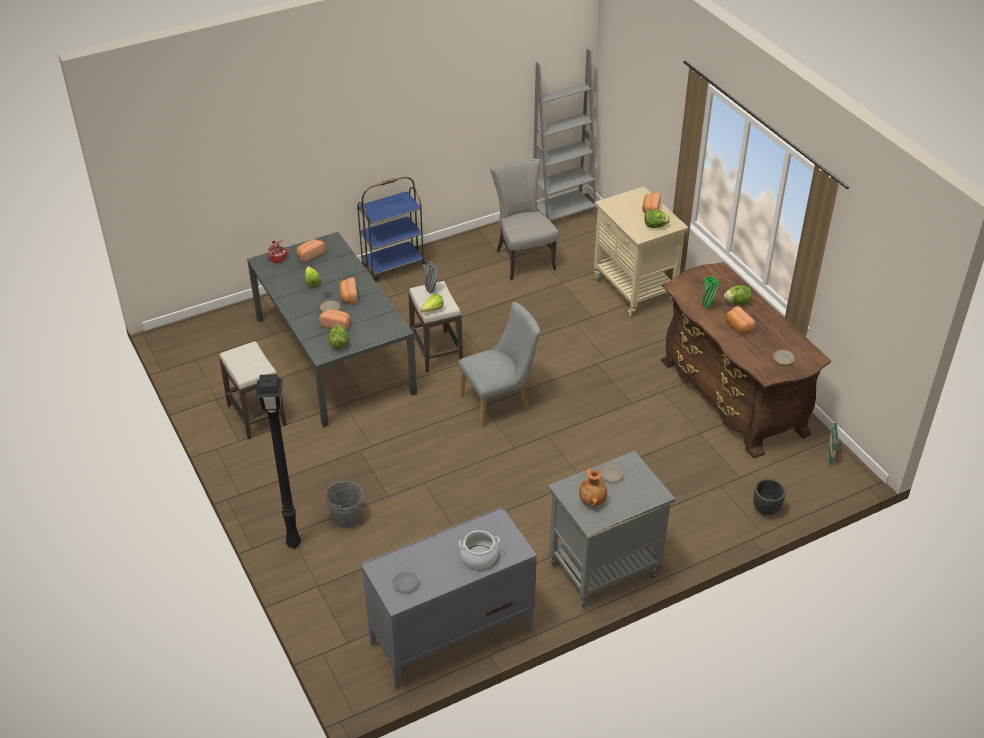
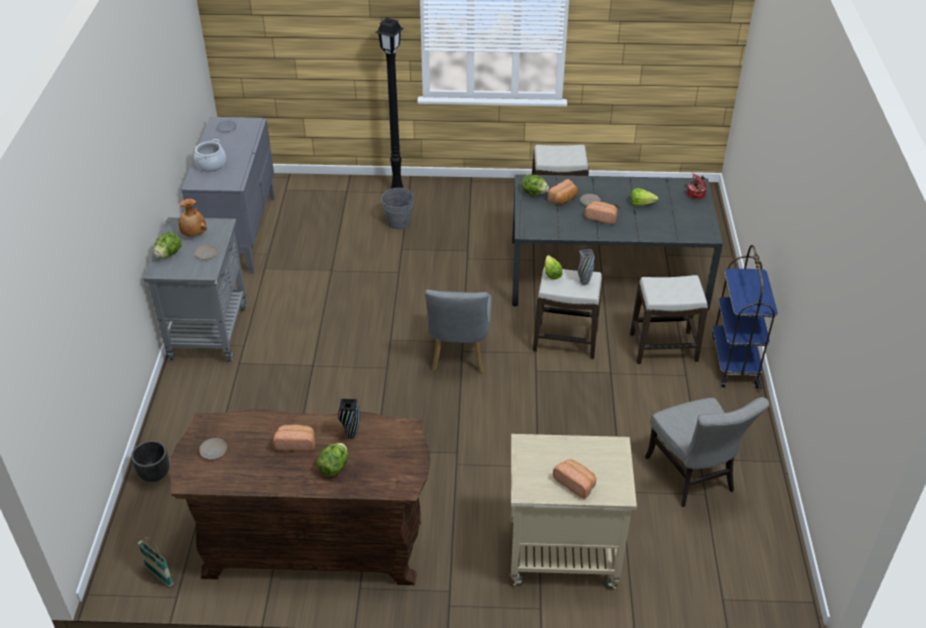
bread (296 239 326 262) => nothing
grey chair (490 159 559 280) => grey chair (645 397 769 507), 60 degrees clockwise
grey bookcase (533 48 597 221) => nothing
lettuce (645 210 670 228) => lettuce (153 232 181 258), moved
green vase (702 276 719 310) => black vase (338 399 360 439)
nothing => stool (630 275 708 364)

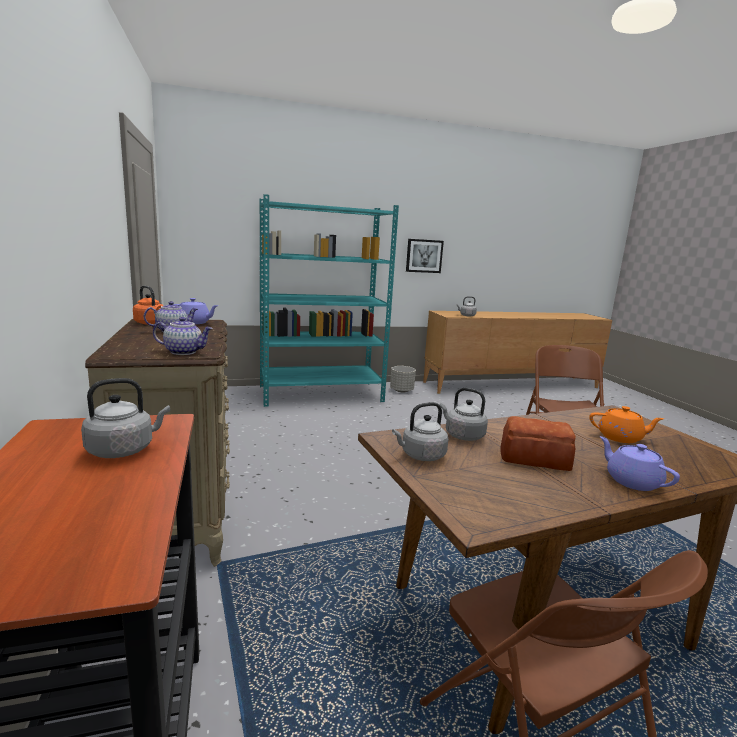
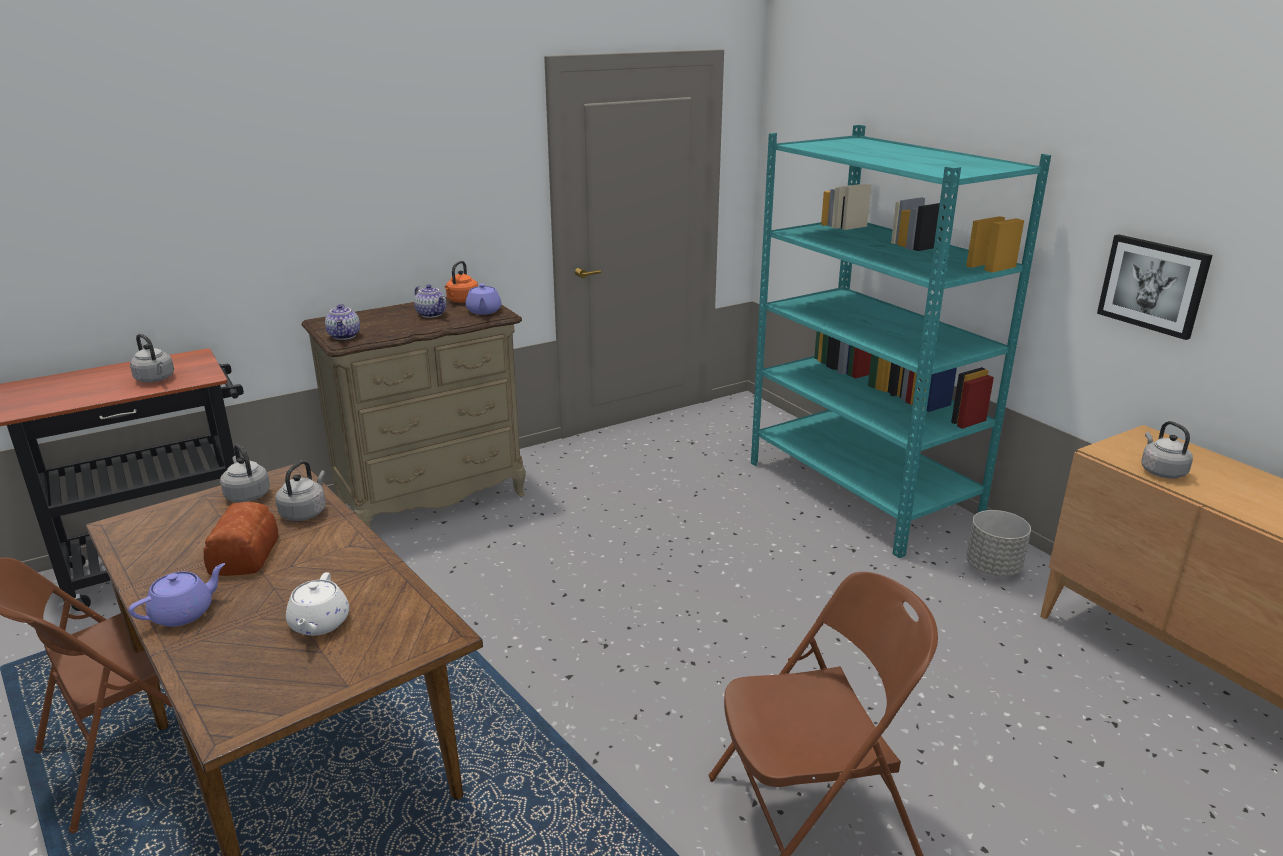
orange teapot (589 406 664 443) => white teapot (286 572 349 636)

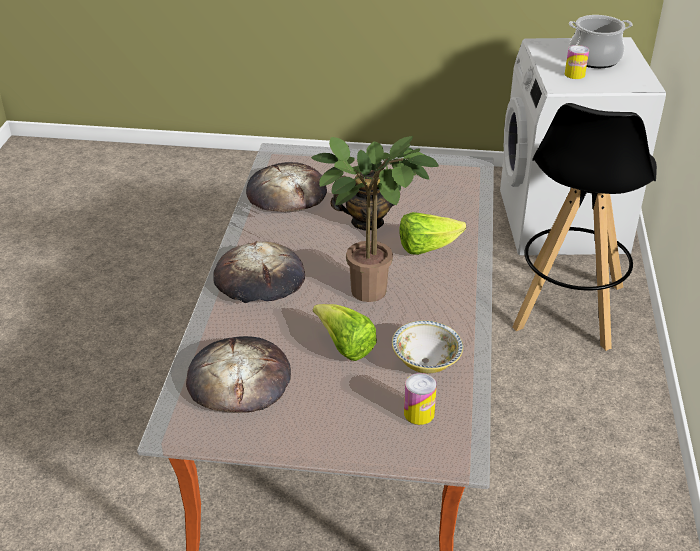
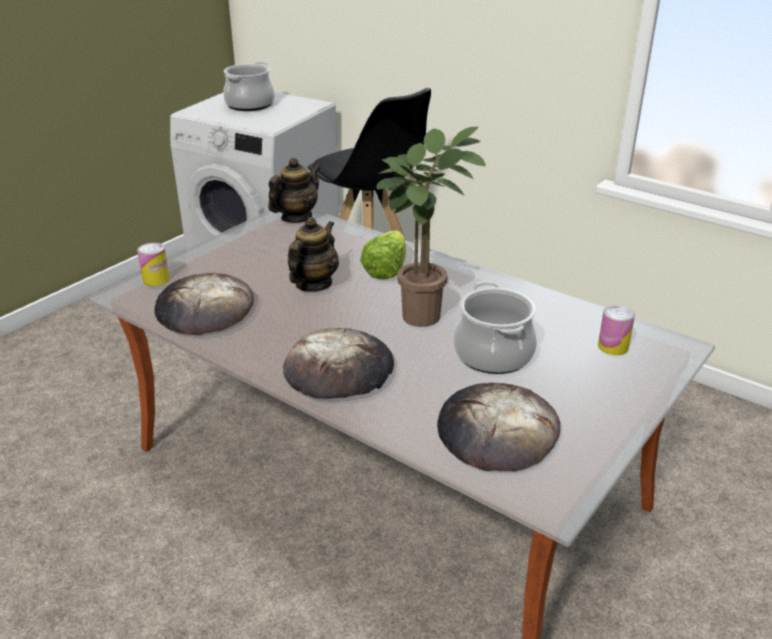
lettuce (313 304 377 361) => cooking pot (453 281 537 374)
bowl (392 320 463 373) => nothing
can (565 45 589 79) => can (137 243 170 286), moved
nothing => teapot (268 158 320 223)

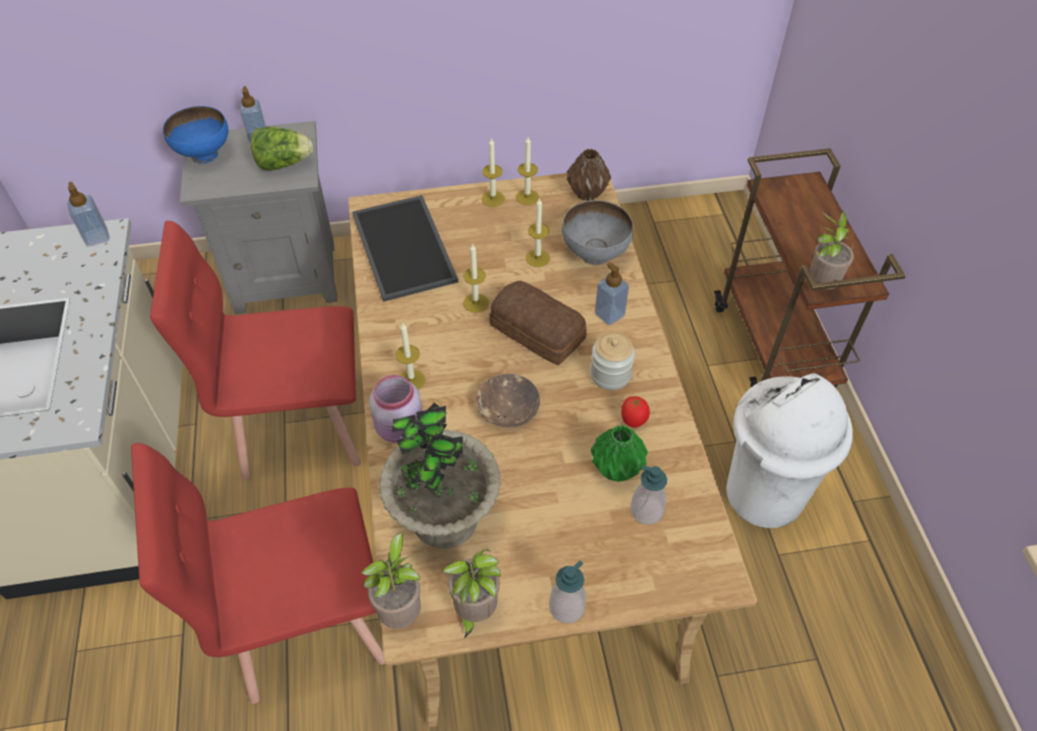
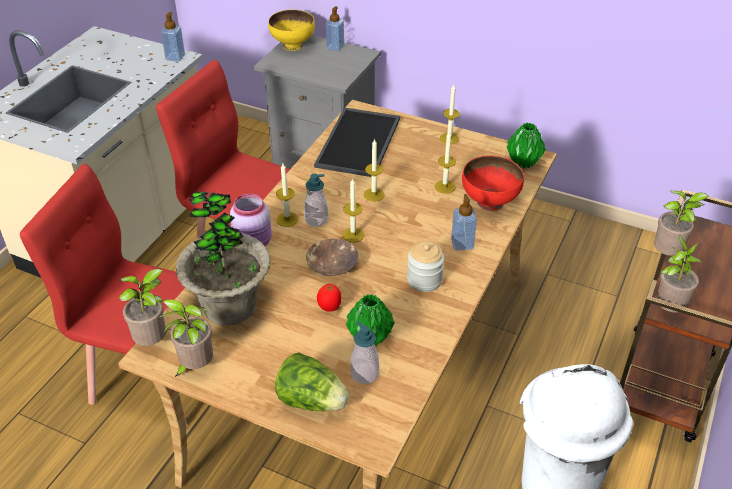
blue bowl (163 106 228 164) => yellow bowl (268 10 315 51)
lettuce (251 127 313 170) => lettuce (275 352 349 411), moved
bread (490 281 586 366) => nothing
candle (516 137 539 205) => candle (342 178 364 243), moved
soap dispenser (549 561 586 624) => soap dispenser (304 173 328 227), moved
grey bowl (562 200 633 265) => red bowl (462 156 524 211)
brown vase (567 149 611 201) => green vase (507 123 546 168)
tomato (621 396 650 428) => tomato (317 284 342 312), moved
nothing => potted plant (654 191 709 256)

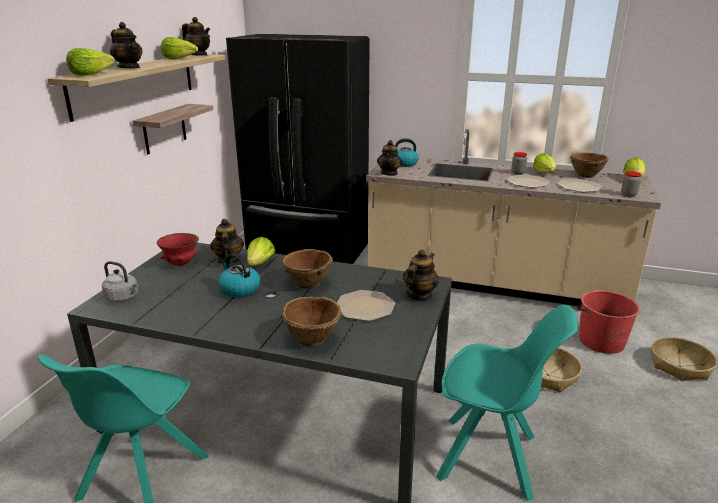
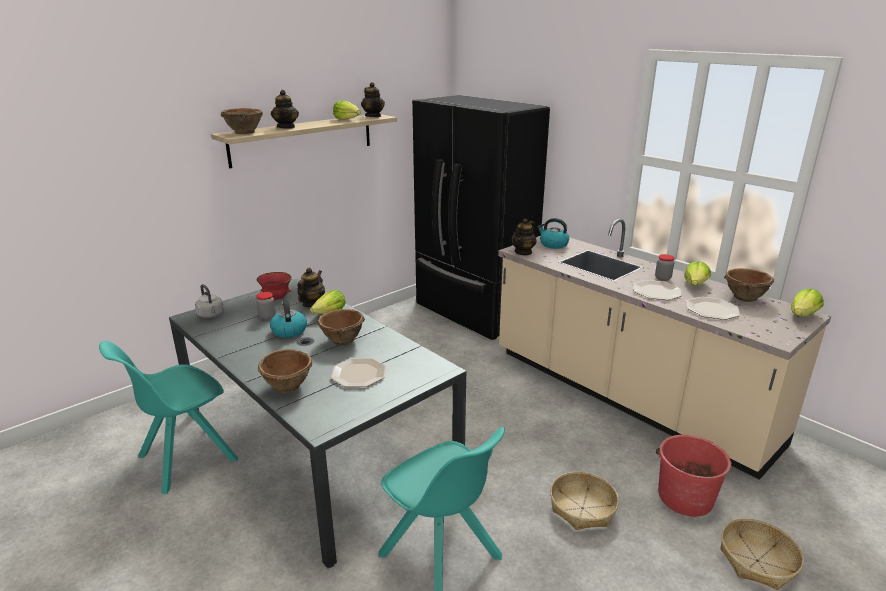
lettuce (66 48 115 76) => brown bowl (221 108 263 134)
shelf (132 104 214 154) => nothing
teapot (403 250 439 300) => nothing
jar (621 171 642 197) => jar (256 292 276 320), moved

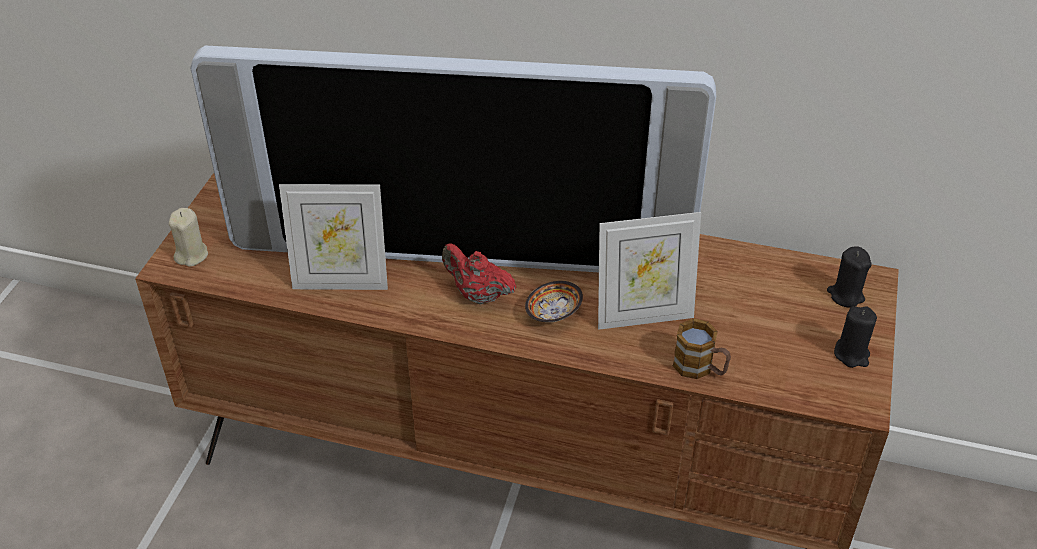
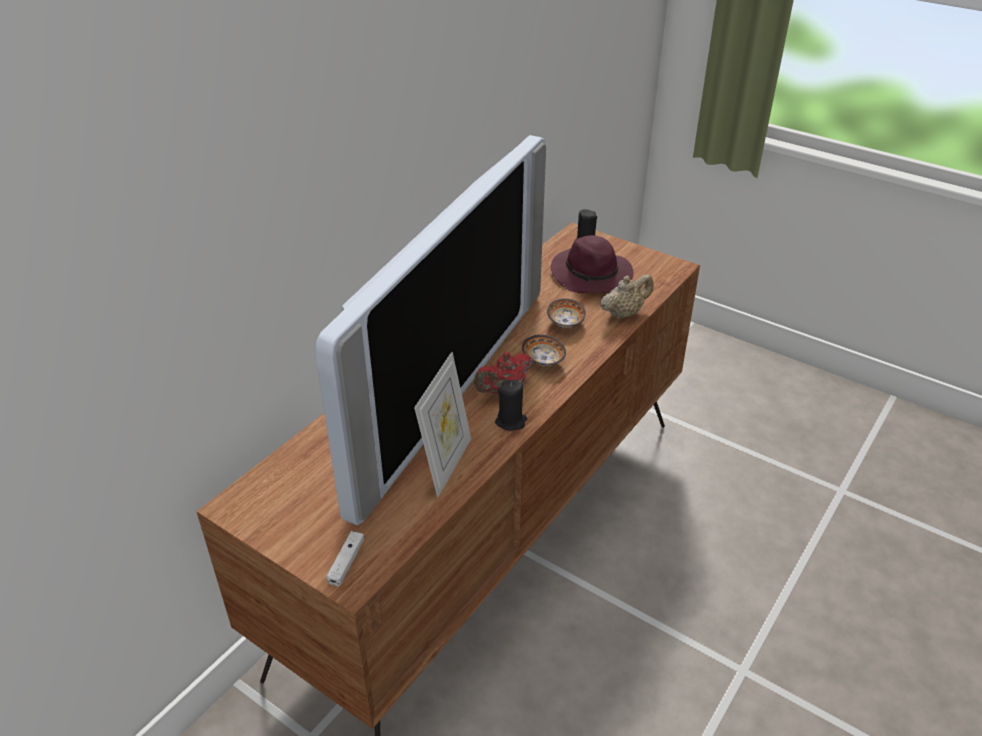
beige candle (169 208 208 267) => white game controller (326 531 365 586)
picture frame (598 212 701 330) => bowl (547 299 586 327)
mug (673 318 731 379) => beige teapot (600 274 654 319)
black candle (834 306 877 368) => black candle (495 380 527 431), moved
nothing => purple hat (551 235 634 293)

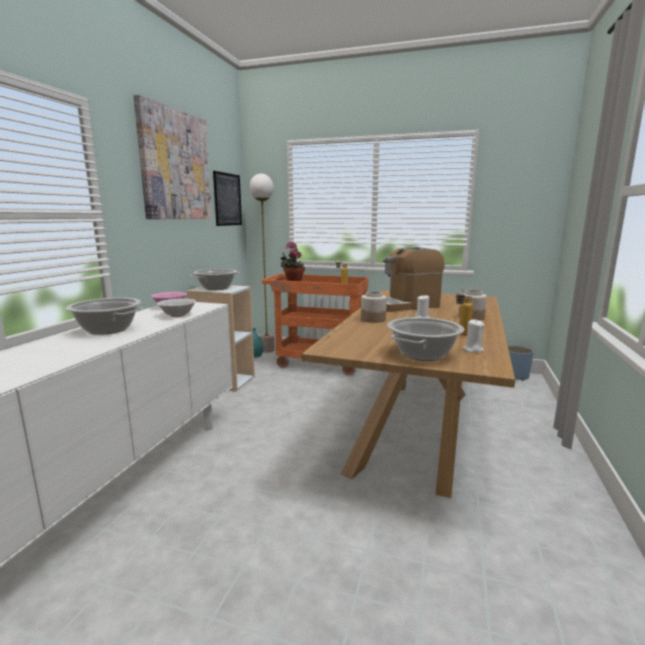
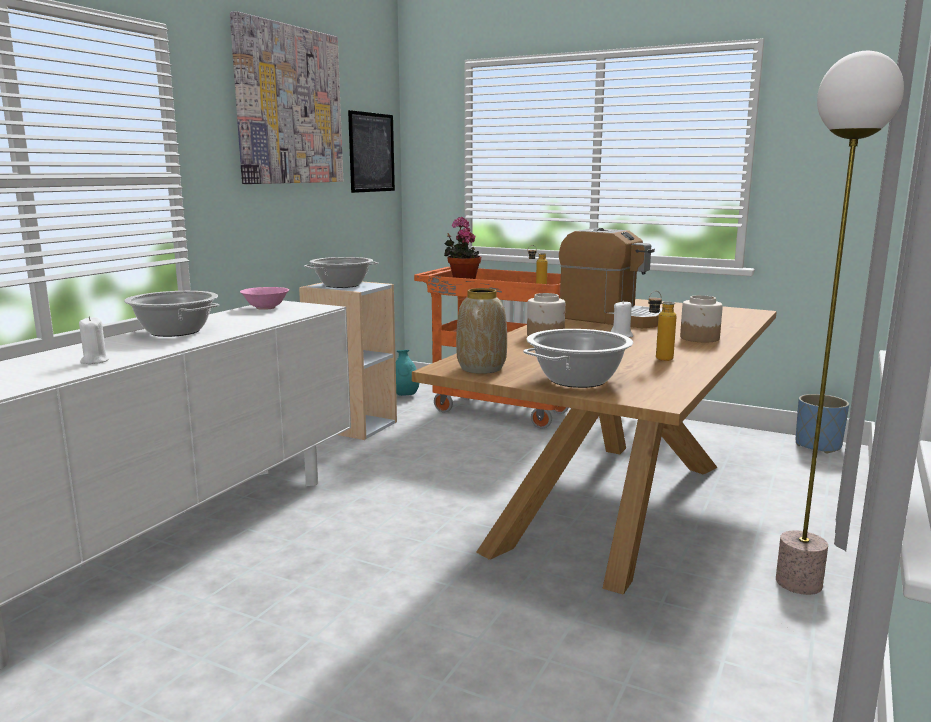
white bowl (157 299 196 317) => nothing
floor lamp (249 174 275 353) => floor lamp (776 51 904 595), moved
coffee machine (383 247 445 312) => coffee machine (559 228 662 328), 135 degrees counterclockwise
white candle (462 319 485 353) => white candle (79 316 109 364), moved
nothing => vase (456 288 507 374)

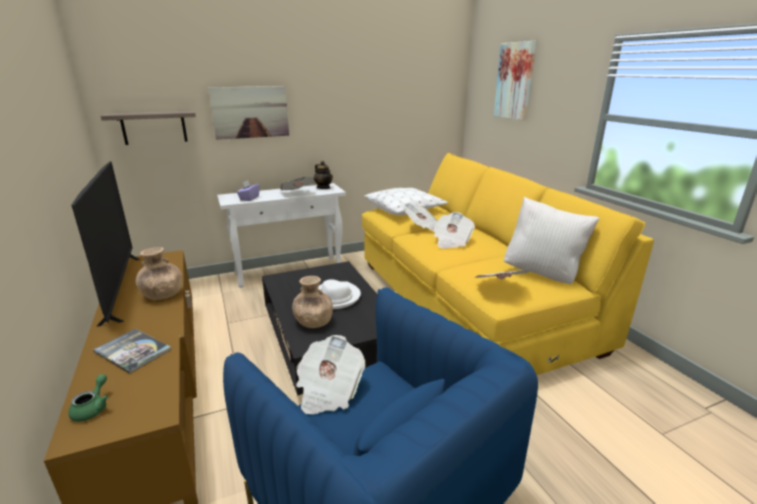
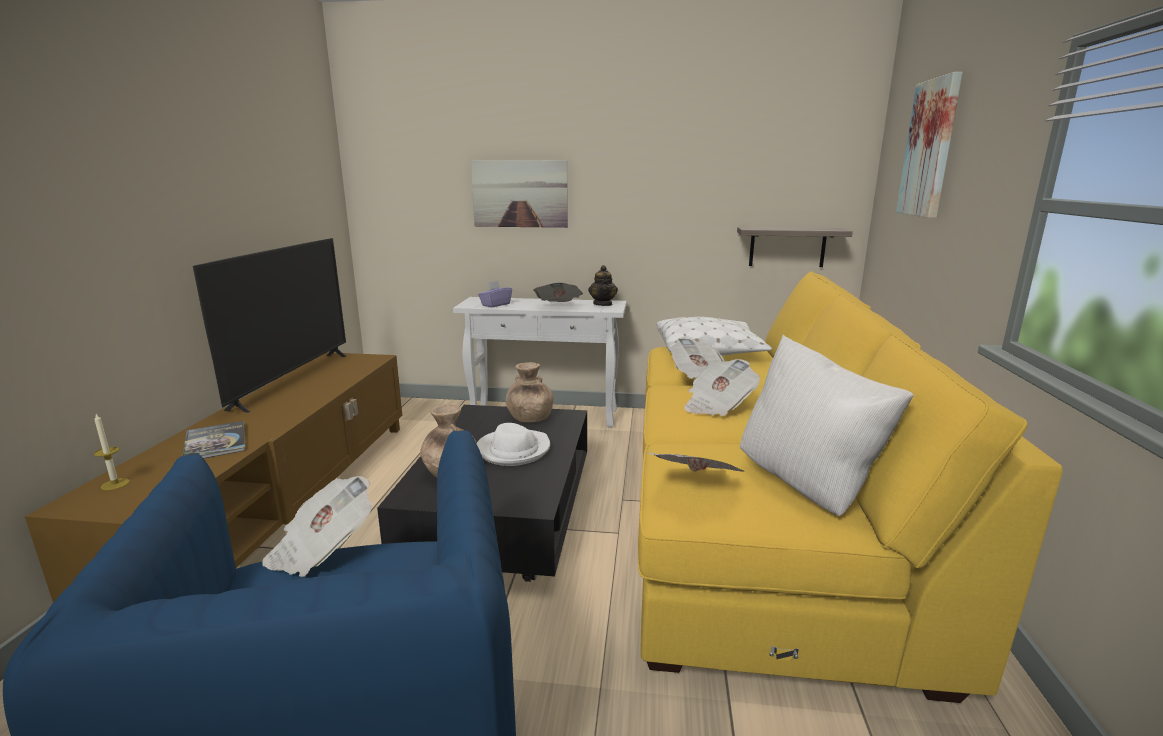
green teapot (68 374 109 422) => candle (93 414 130 490)
shelf (101 110 196 145) => shelf (737 227 853 267), moved
brown vase (135 247 182 300) => brown vase (505 362 553 422), moved

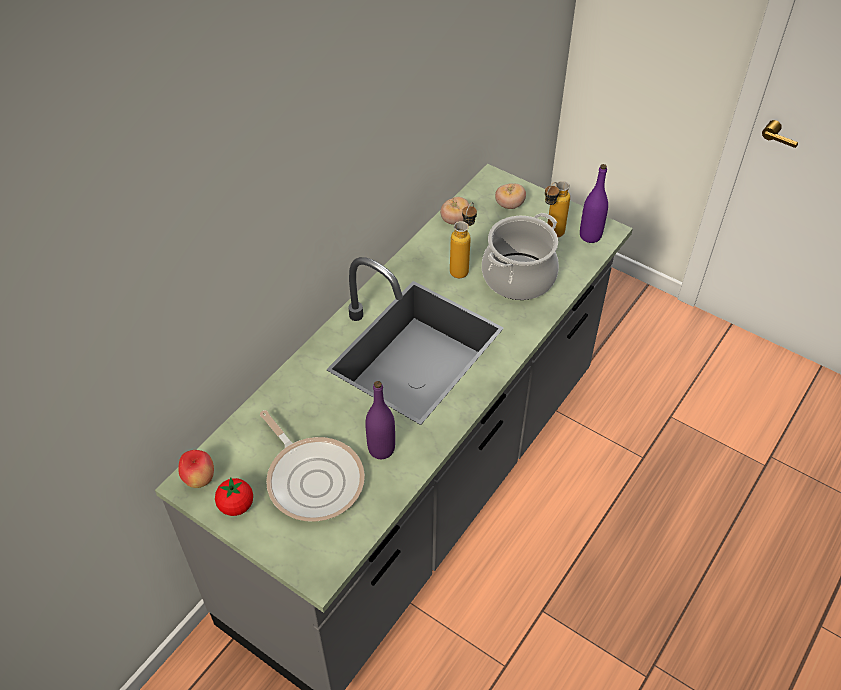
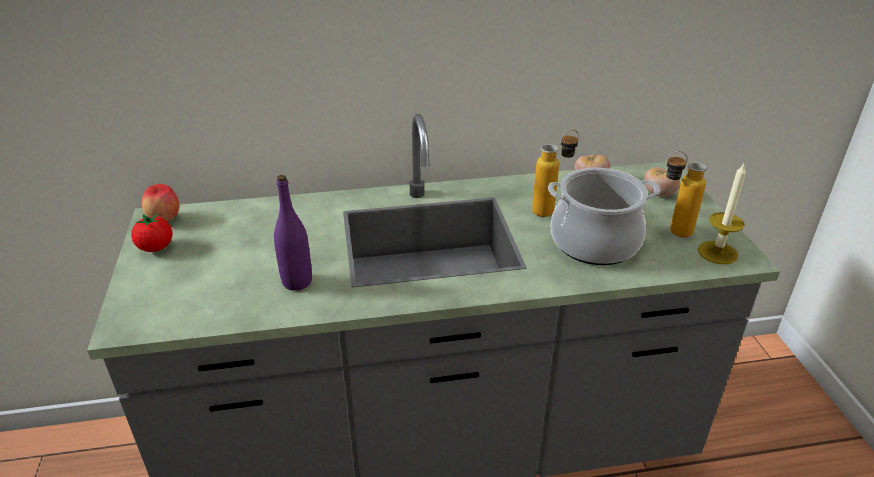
frying pan (260 410 365 522) => nothing
purple bottle (580 164 608 243) => candle (698 164 746 264)

